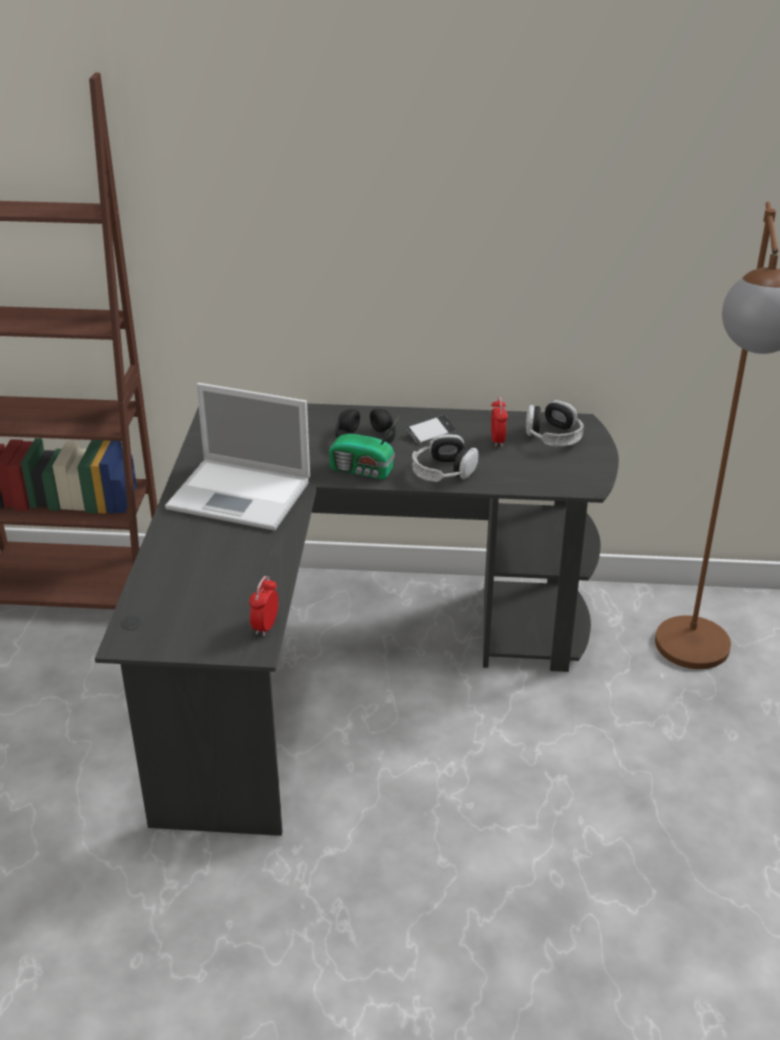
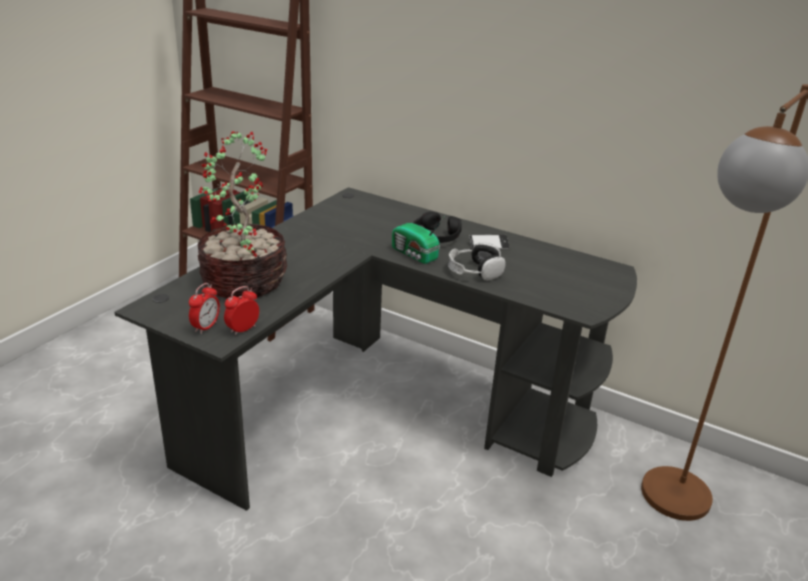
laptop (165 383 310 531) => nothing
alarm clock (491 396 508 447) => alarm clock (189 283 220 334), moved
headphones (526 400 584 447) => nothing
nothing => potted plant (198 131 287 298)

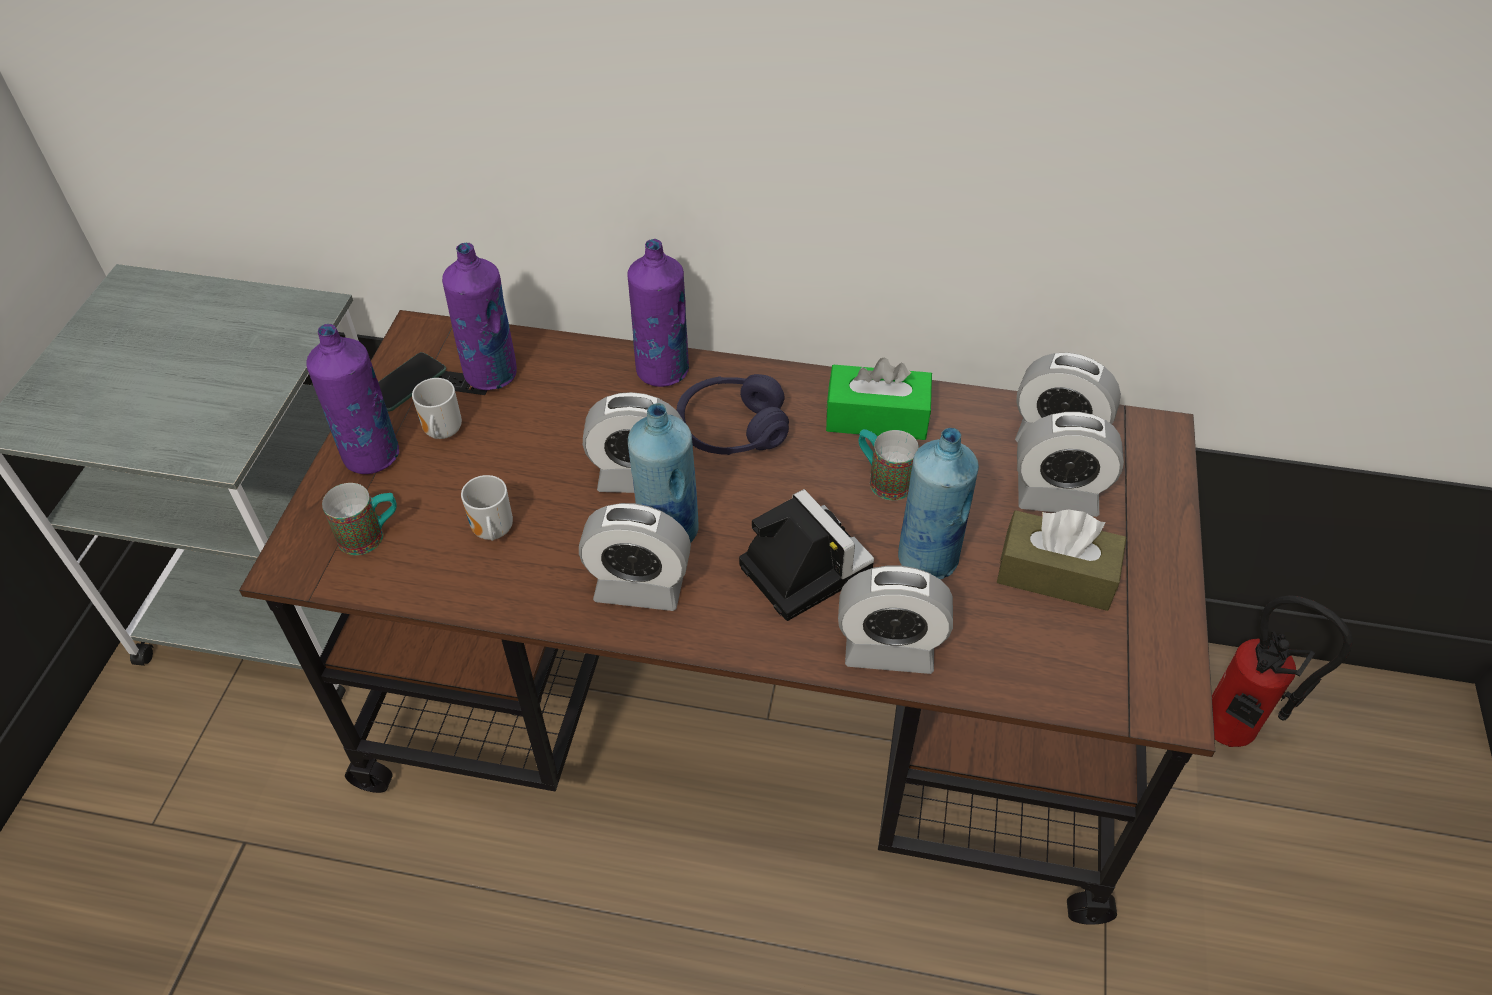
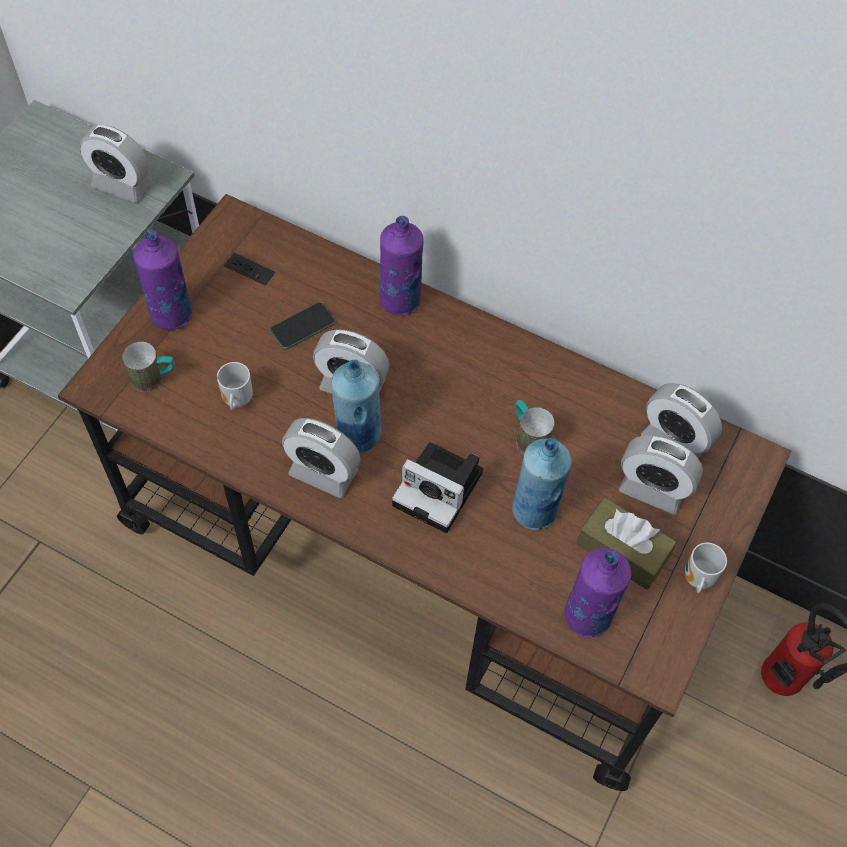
phone (378 352 446 412) => phone (270 302 336 349), moved
mug (412 378 462 439) => mug (684 542 727 593), moved
purple bottle (442 243 517 390) => purple bottle (564 548 631 638), moved
purple headphones (677 374 789 455) => nothing
photo camera (739 489 874 621) => photo camera (392 442 483 533), 135 degrees clockwise
green tissue box (826 357 932 440) => nothing
alarm clock (838 566 953 674) => alarm clock (79 125 152 203), moved

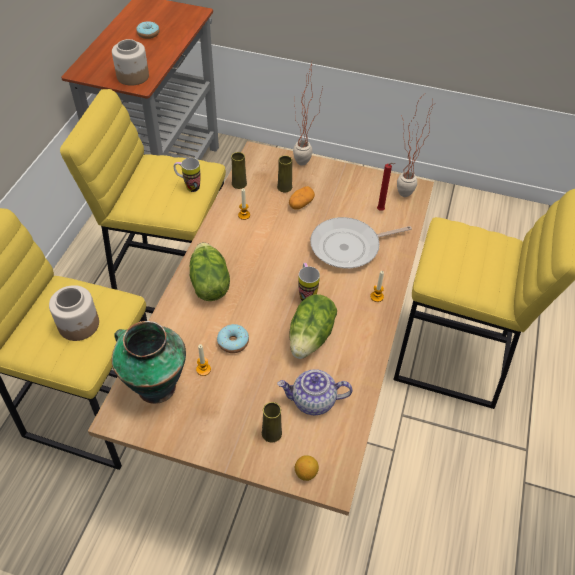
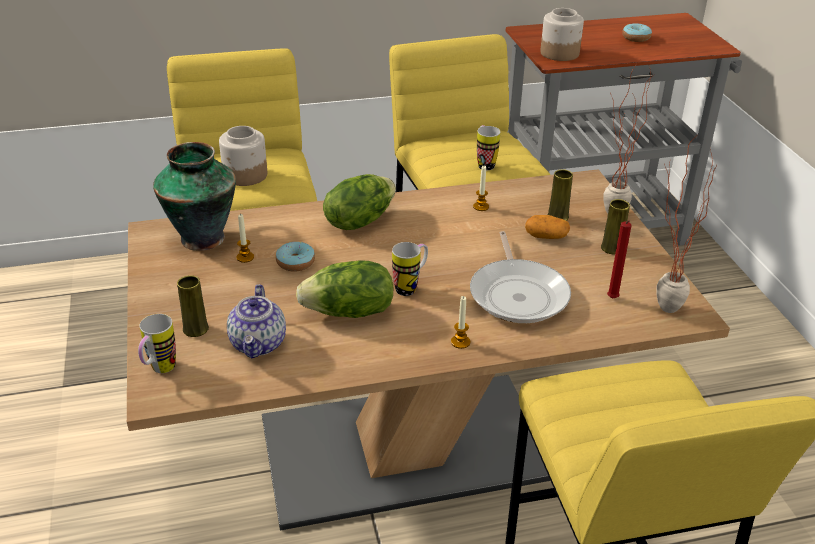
yellow vase (231 152 247 189) => yellow vase (601 199 630 255), moved
teapot (277 369 353 415) => teapot (227 284 286 359), 150 degrees counterclockwise
lemon (295 455 319 481) => mug (138 314 176 373)
frying pan (310 217 412 268) => frying pan (470 231 571 323), 135 degrees counterclockwise

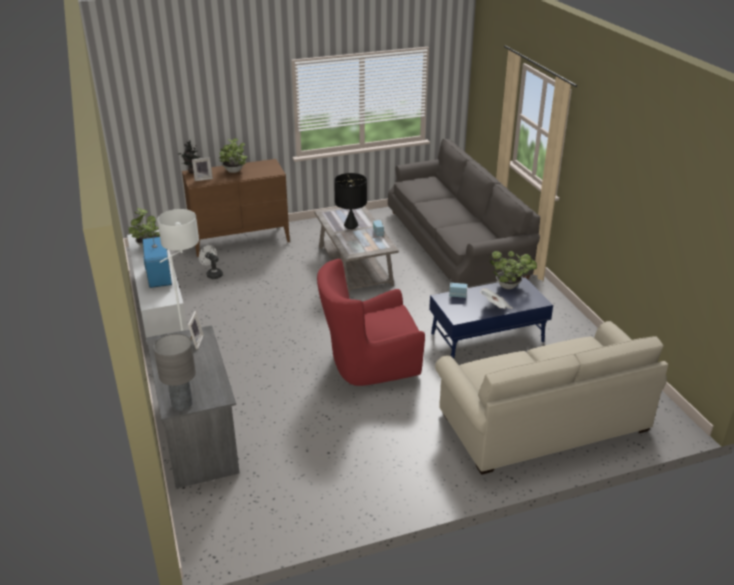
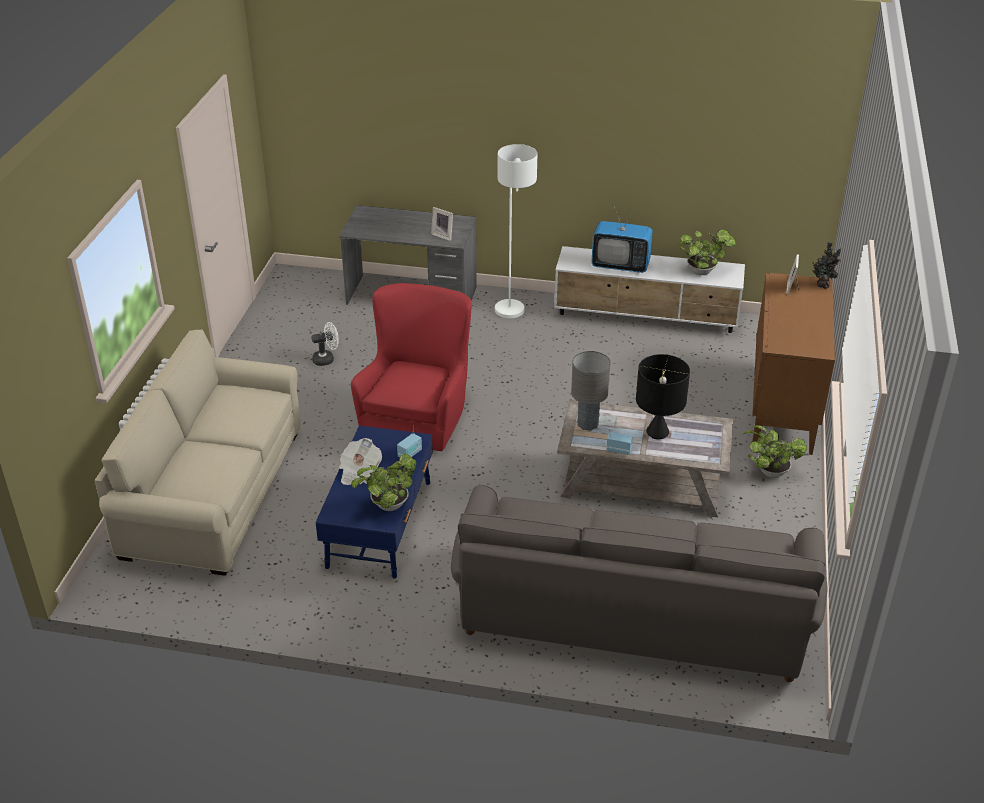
grey table lamp (153 334 196 411) => grey table lamp (571 351 611 431), moved
white fan (199 245 223 279) => white fan (311 322 339 366), moved
potted plant (219 138 248 173) => potted plant (743 425 807 478), moved

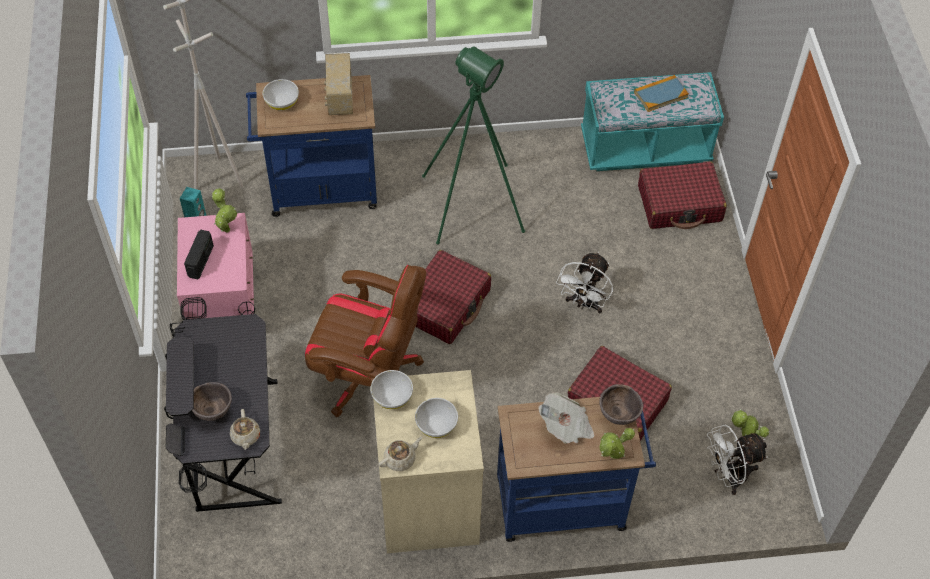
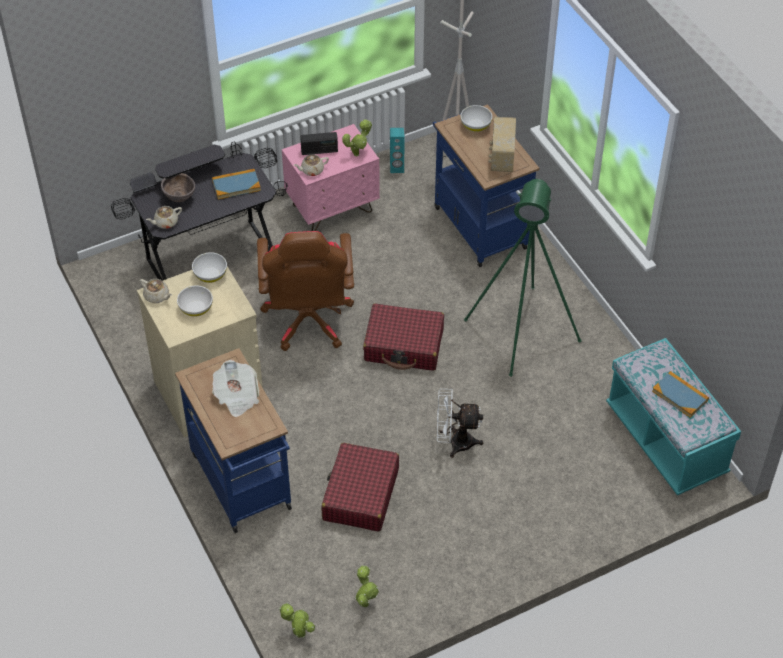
radio (324 53 353 115) => radio (488 117 516 172), 60 degrees counterclockwise
brown bowl (599 384 643 425) => nothing
potted plant (600 428 635 459) => potted plant (279 602 315 638), moved
red suitcase (638 162 727 229) => nothing
white fan (707 424 768 495) => nothing
nothing => book (212 169 261 200)
nothing => beige teapot (294 154 329 176)

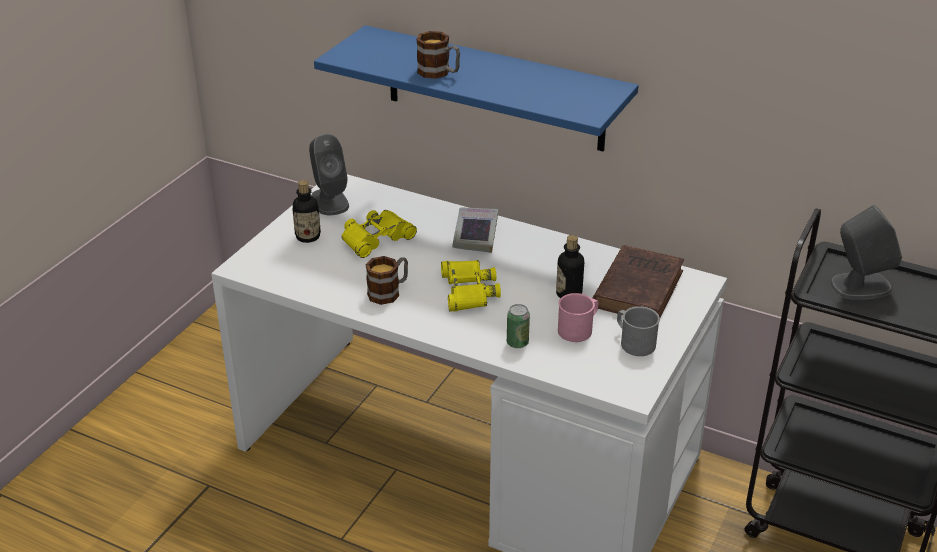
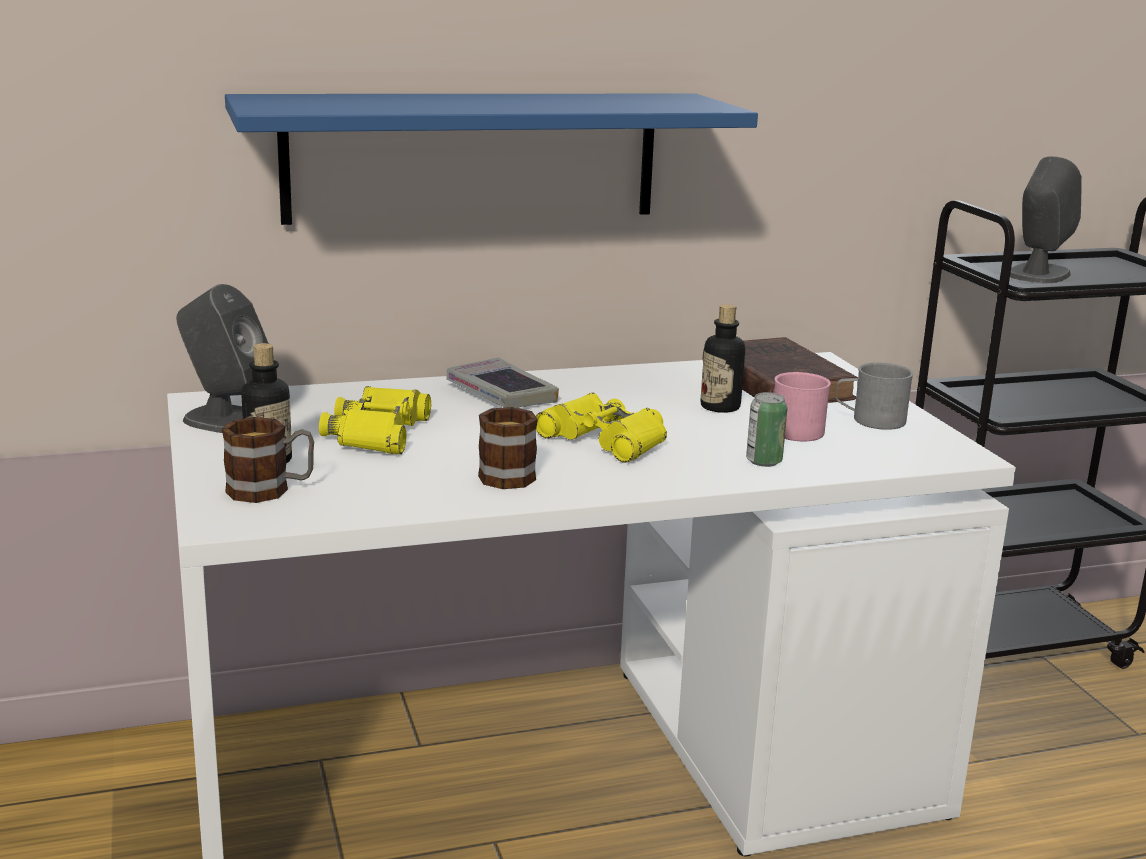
mug (416 31 460 79) => mug (222 417 314 503), moved

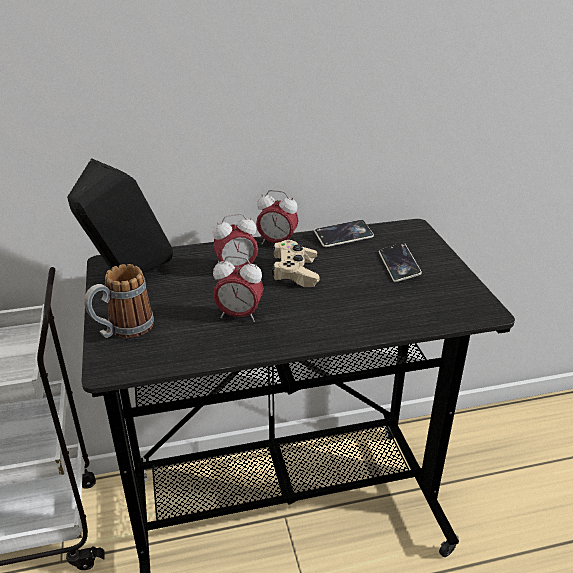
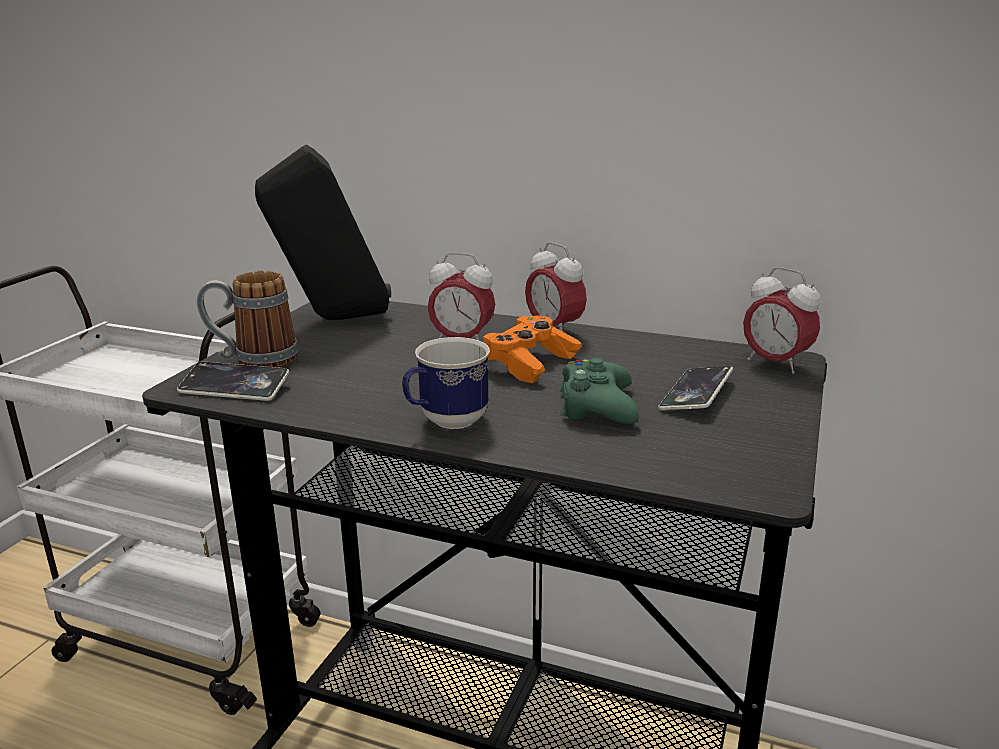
alarm clock (213 256 264 322) => alarm clock (743 267 820 374), moved
beige game controller (272 240 320 287) => orange game controller (481 315 581 383)
phone (314 220 374 247) => phone (177 362 289 401), moved
nothing => mug (402 337 490 429)
nothing => green game controller (560 358 639 424)

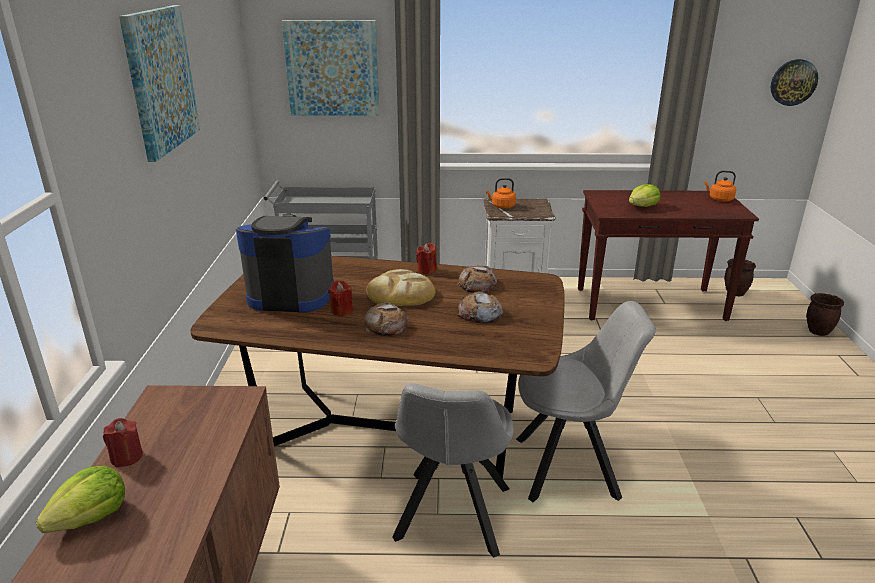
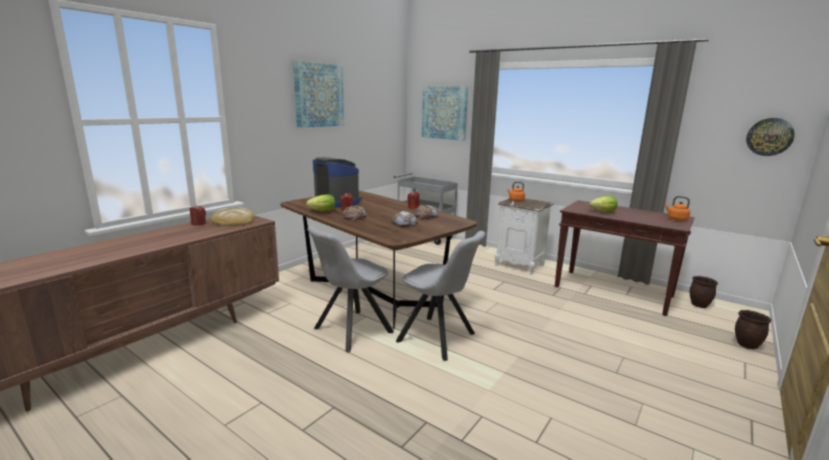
lettuce (36 466 125 533) => lettuce (306 194 335 211), moved
bread (367 269 435 307) => bread (211 207 254 226), moved

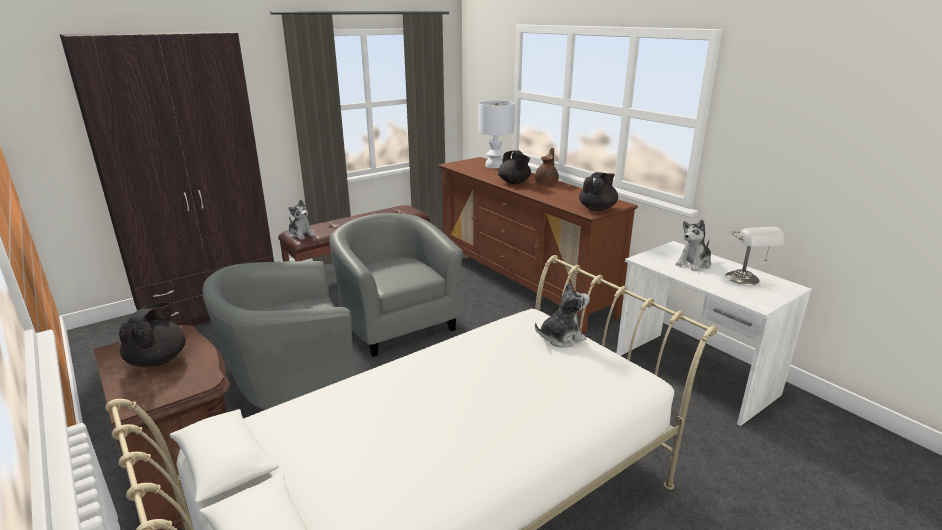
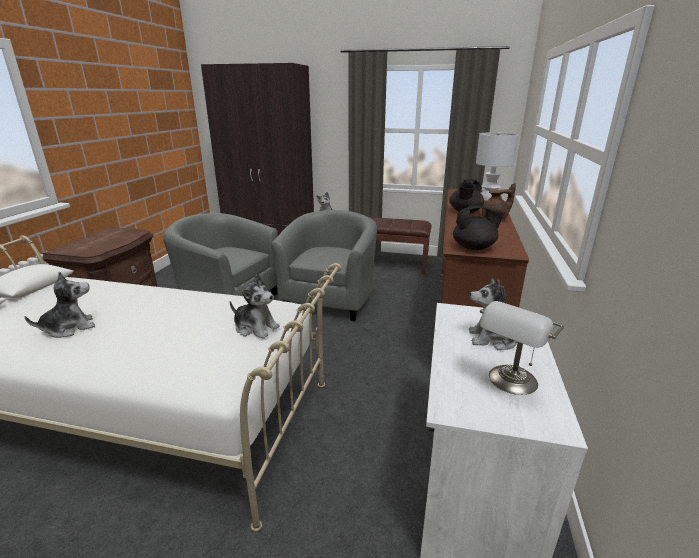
black teapot (119 302 186 367) => nothing
nothing => plush toy (25 271 95 338)

